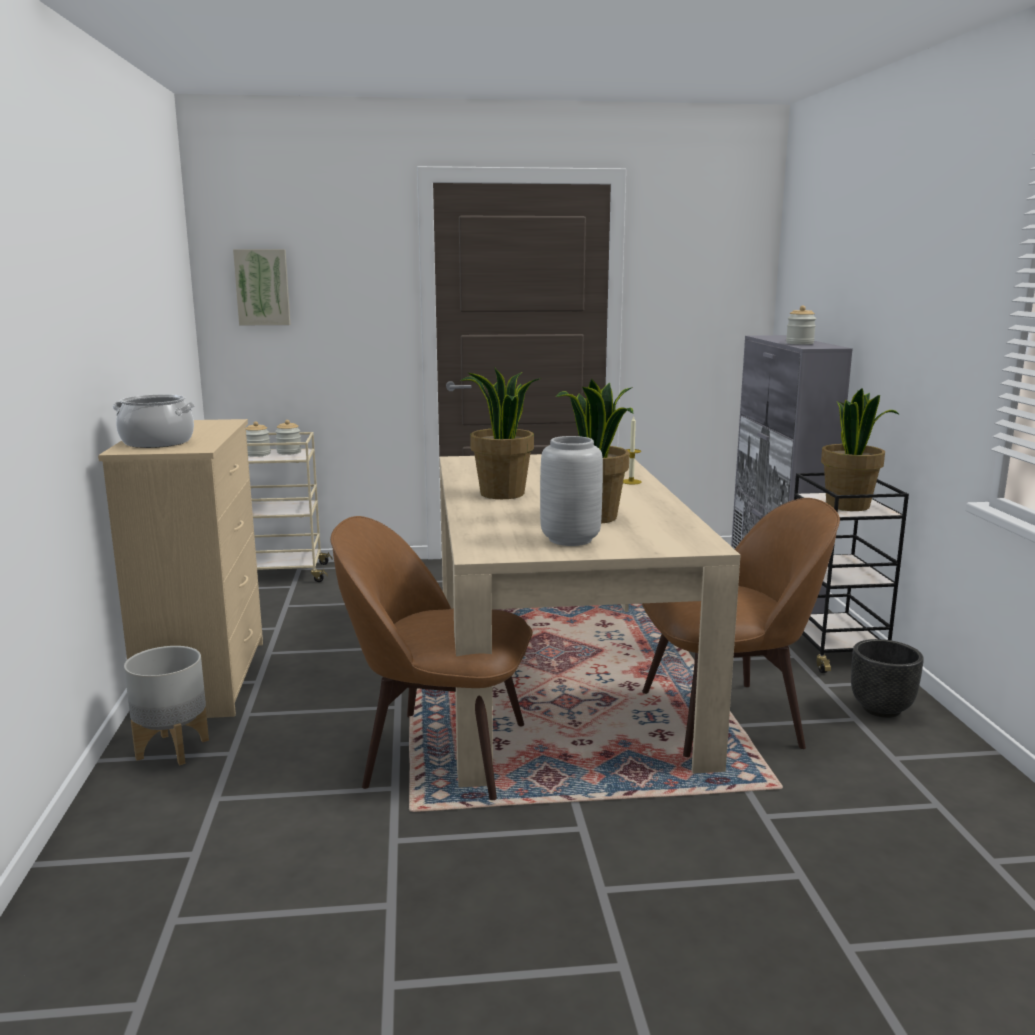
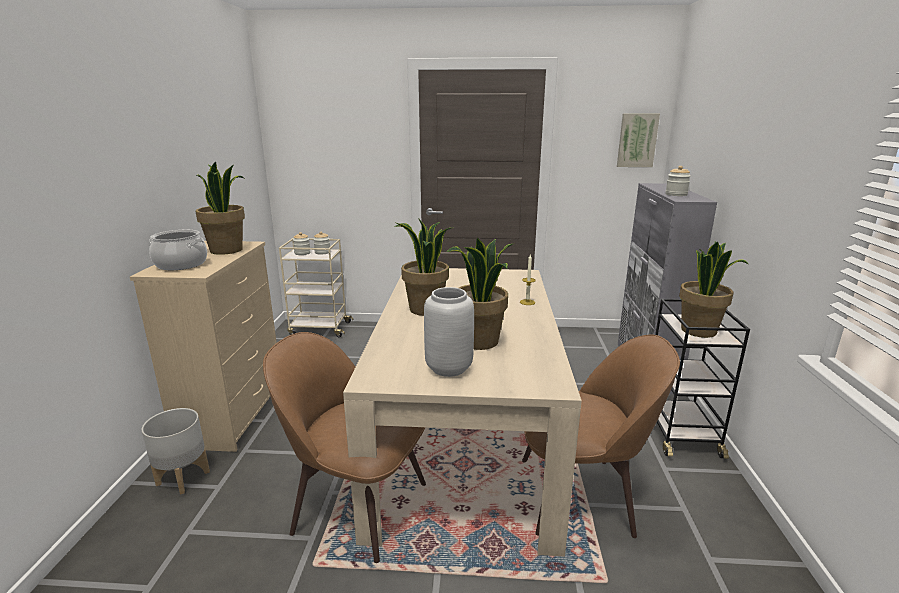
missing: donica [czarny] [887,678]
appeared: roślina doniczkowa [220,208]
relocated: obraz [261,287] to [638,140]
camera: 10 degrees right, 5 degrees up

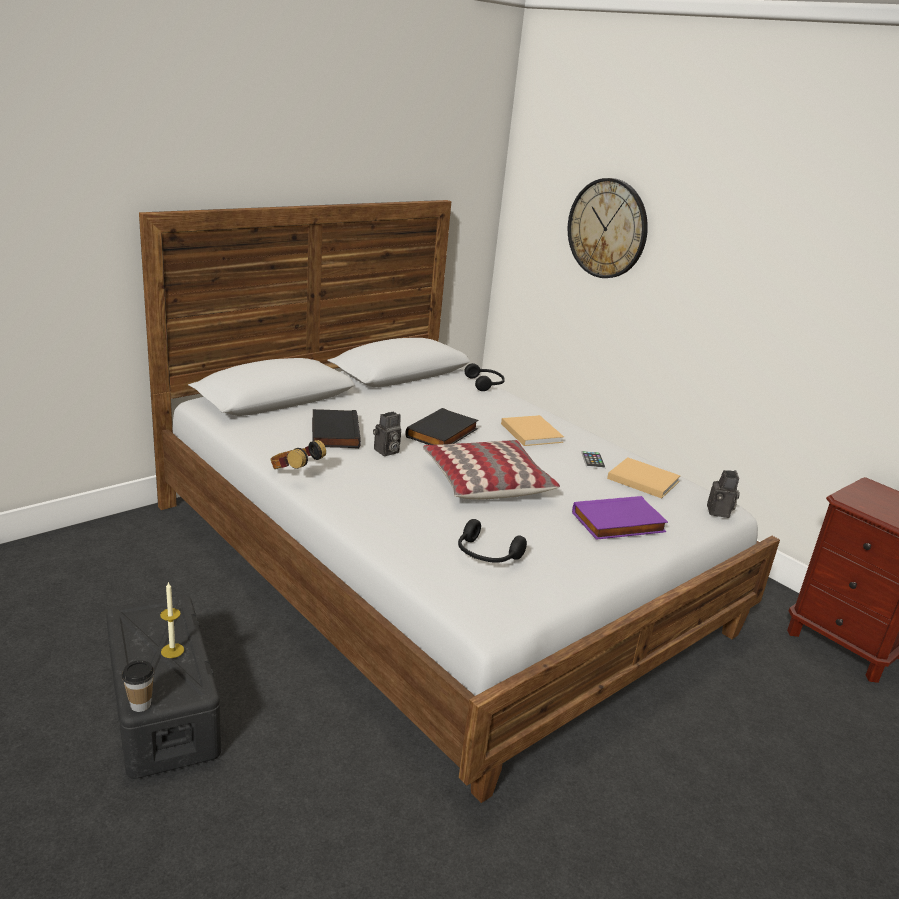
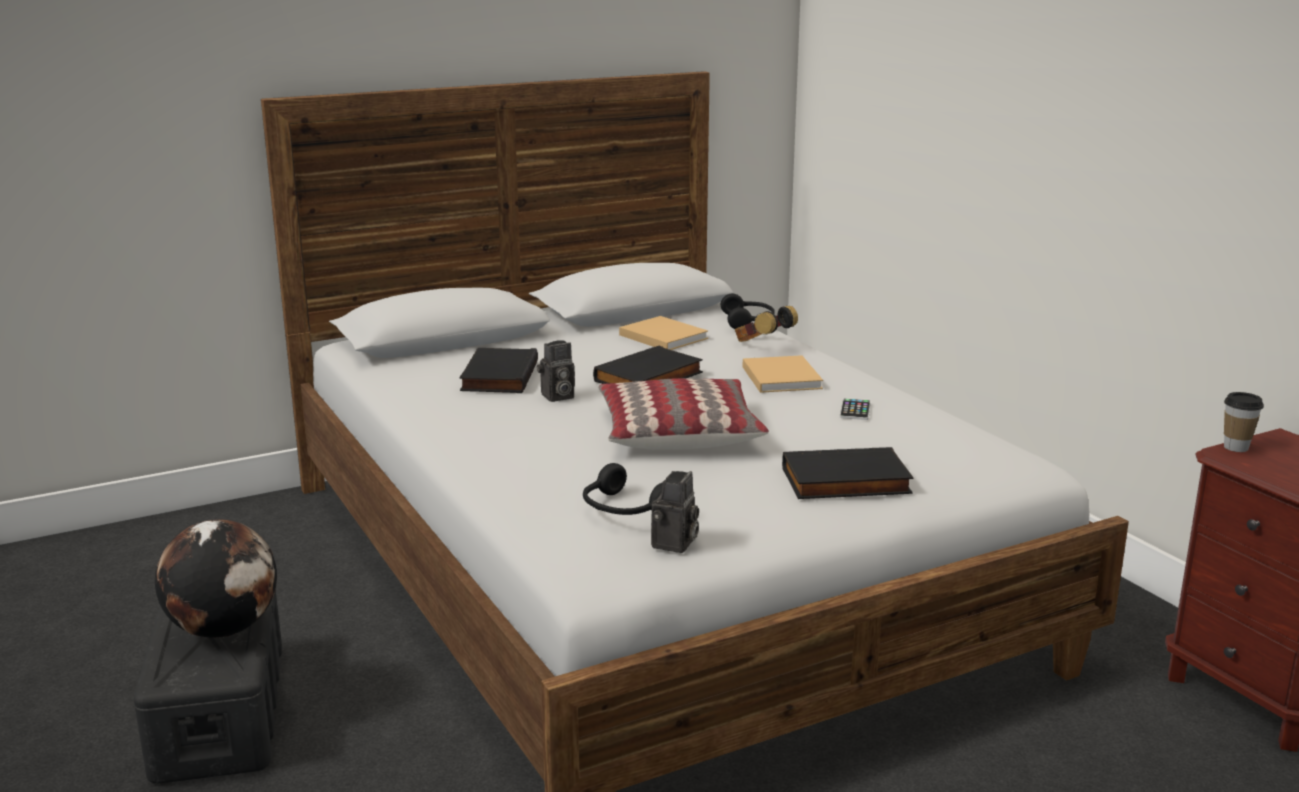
missing: zegar ścienny [608,228]
relocated: słuchawki [298,454] to [766,324]; książka [beżowy] [643,478] to [663,333]; aparat fotograficzny [723,494] to [675,512]; filiżanka [138,686] to [1244,422]
exchanged: świeca [172,620] to globus [216,578]
colour: książka [fioletowy] [620,518] to książka [czarny] [847,473]
camera: 15 degrees right, 5 degrees down

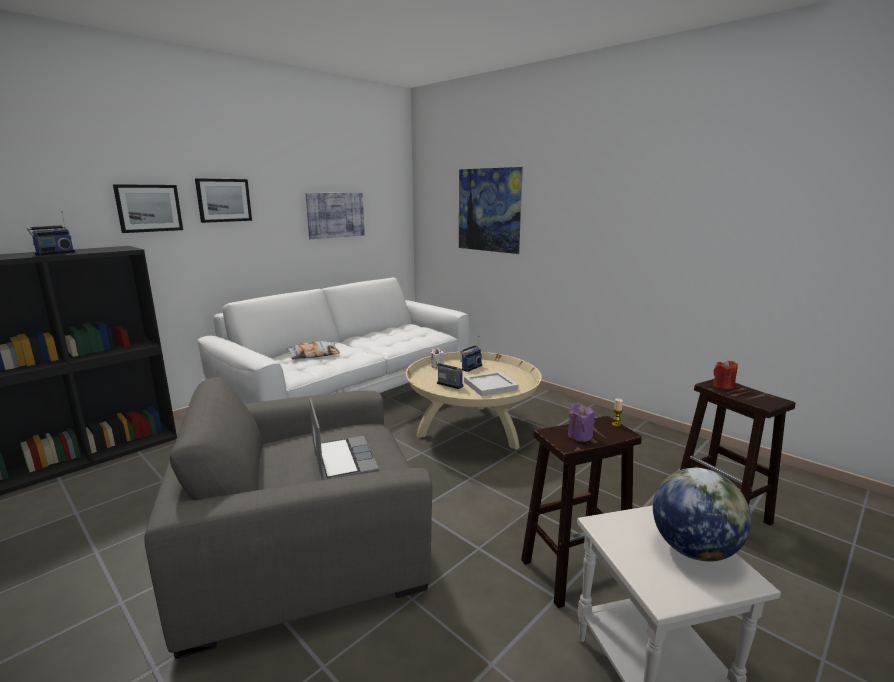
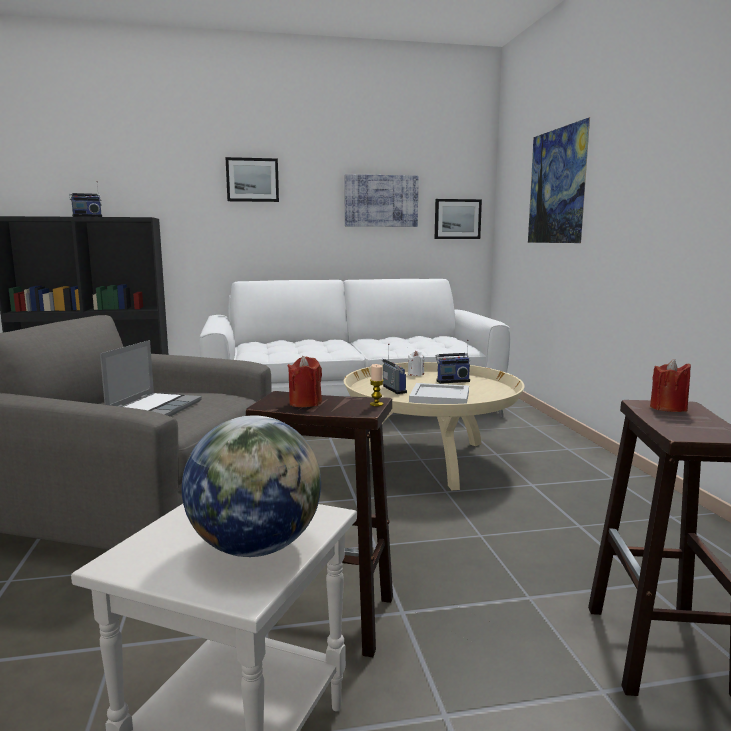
missing: poduszka [313,350]
relocated: obraz [148,208] to [458,219]
colour: świeca [fioletowy] [581,422] to świeca [czerwony] [304,381]
camera: 35 degrees right, 5 degrees down

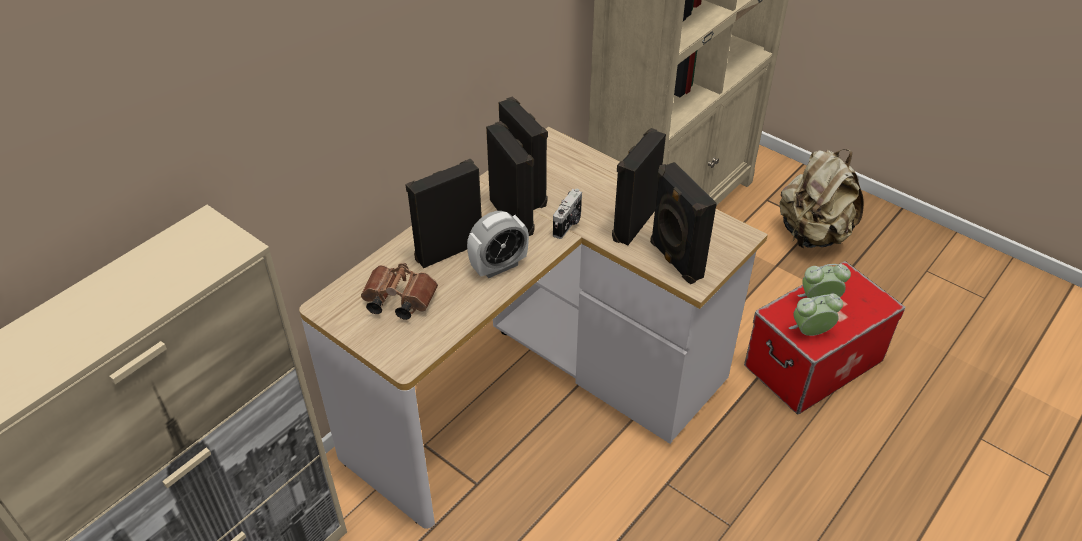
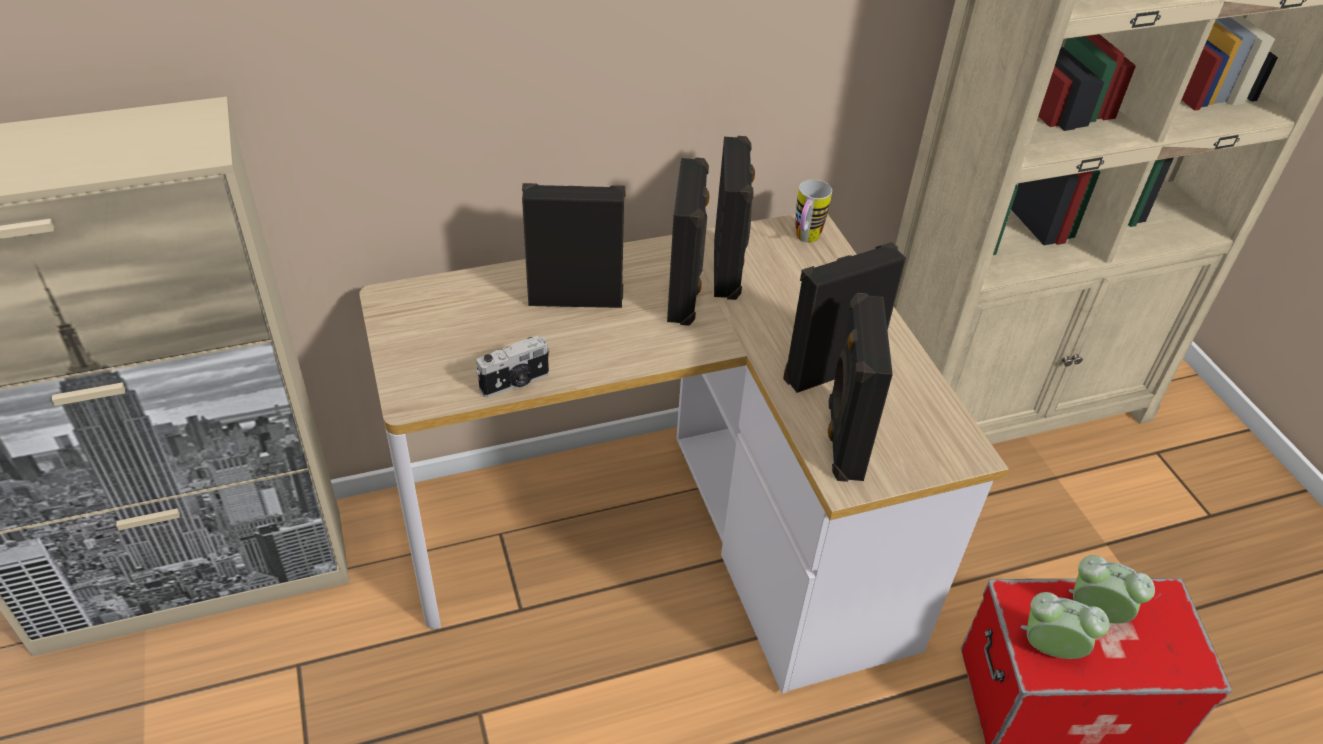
missing: plecak [beżowy] [821,198]; budzik [498,244]; lornetka [brązowy] [399,291]
appeared: kubek [814,211]
relocated: aparat fotograficzny [567,214] to [513,366]
camera: 30 degrees right, 0 degrees up

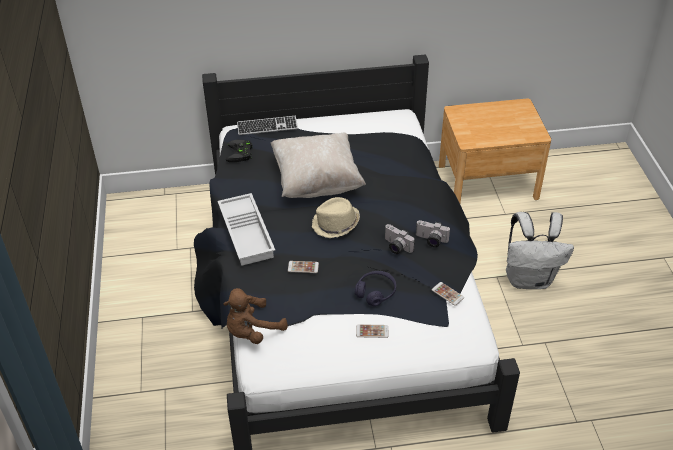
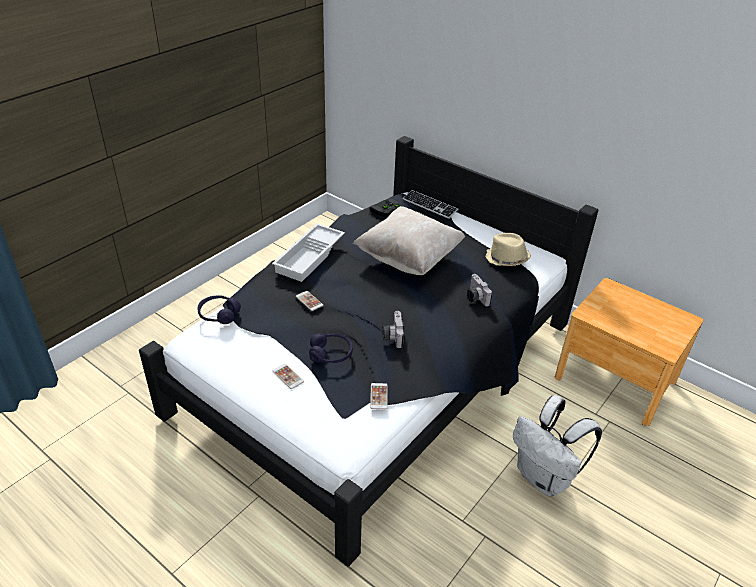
relocated: kapelusz [beżowy] [336,217] to [508,249]; aparat fotograficzny [433,233] to [480,290]
exchanged: pluszak [brązowy] [256,316] to słuchawki [fioletowy] [219,310]
camera: 45 degrees right, 5 degrees down

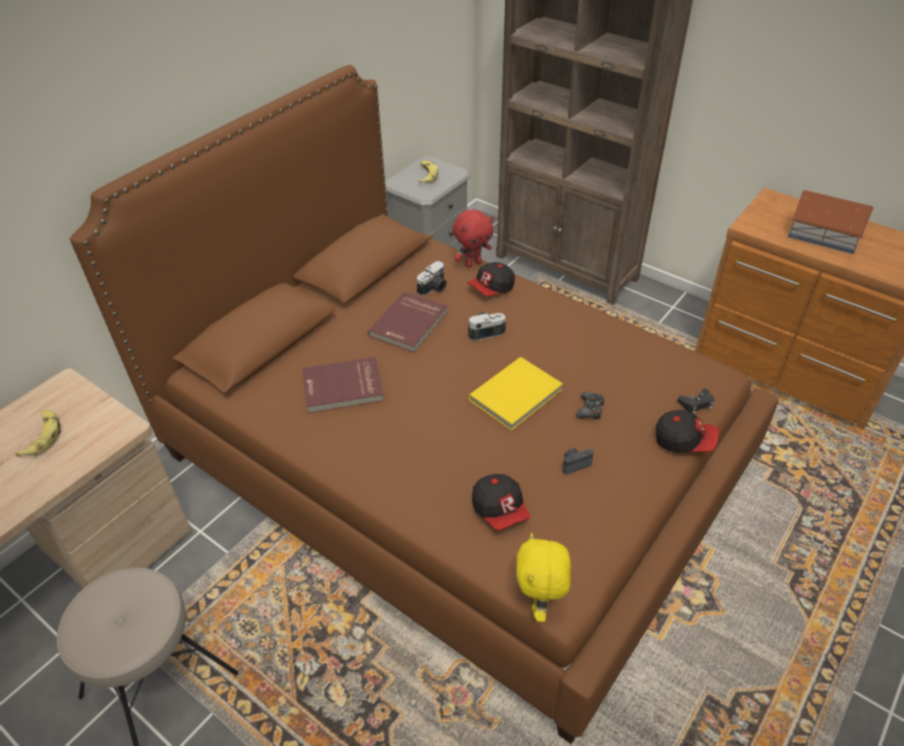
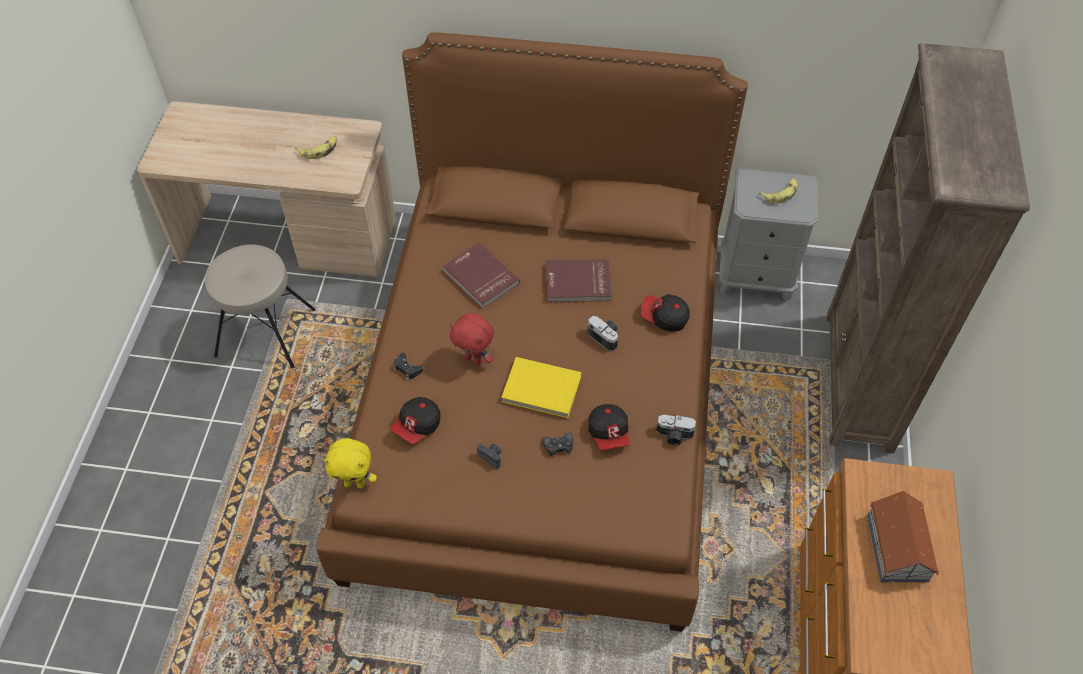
relocated: pluszak [czerwony] [473,239] to [472,339]; aparat fotograficzny [432,278] to [676,430]; pad do gier [czarny] [696,401] to [408,366]; czapka z daszkiem [687,431] to [609,427]
spun: pluszak [żółty] [543,577] = [350,463] 150 degrees counterclockwise
camera: 60 degrees right, 10 degrees up

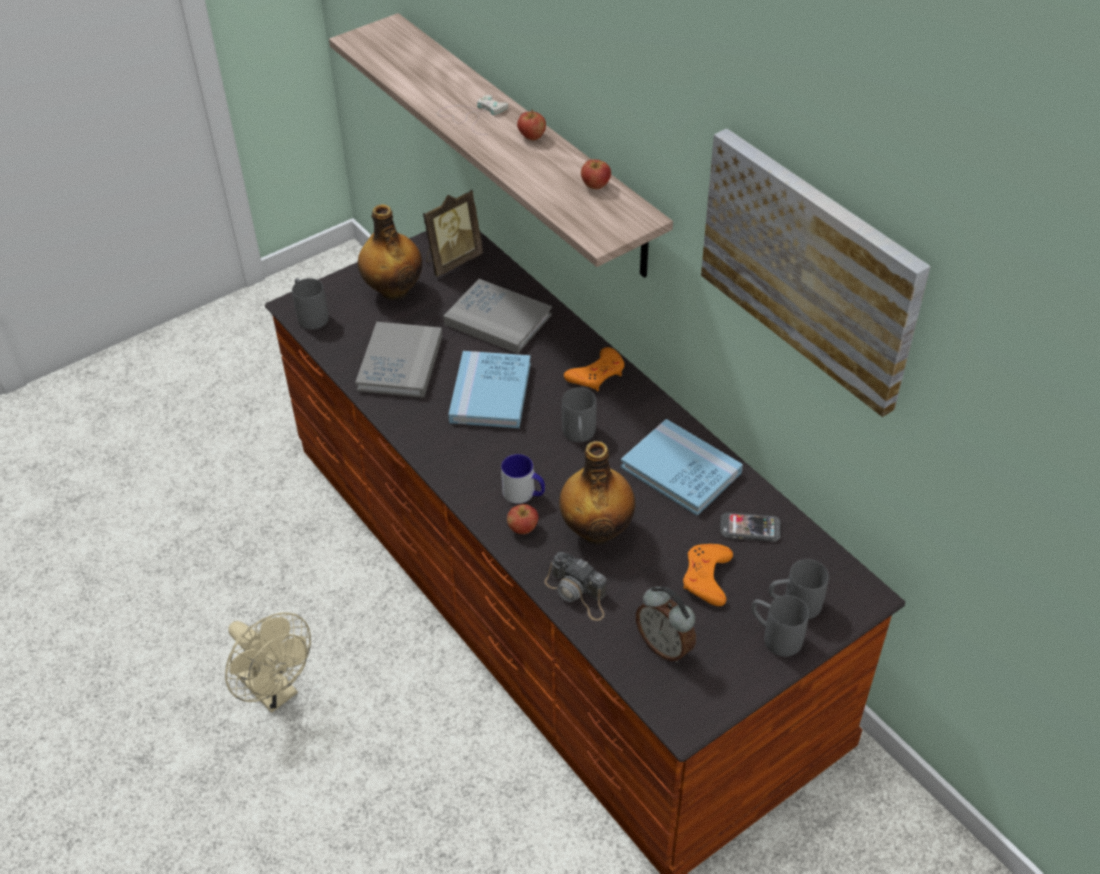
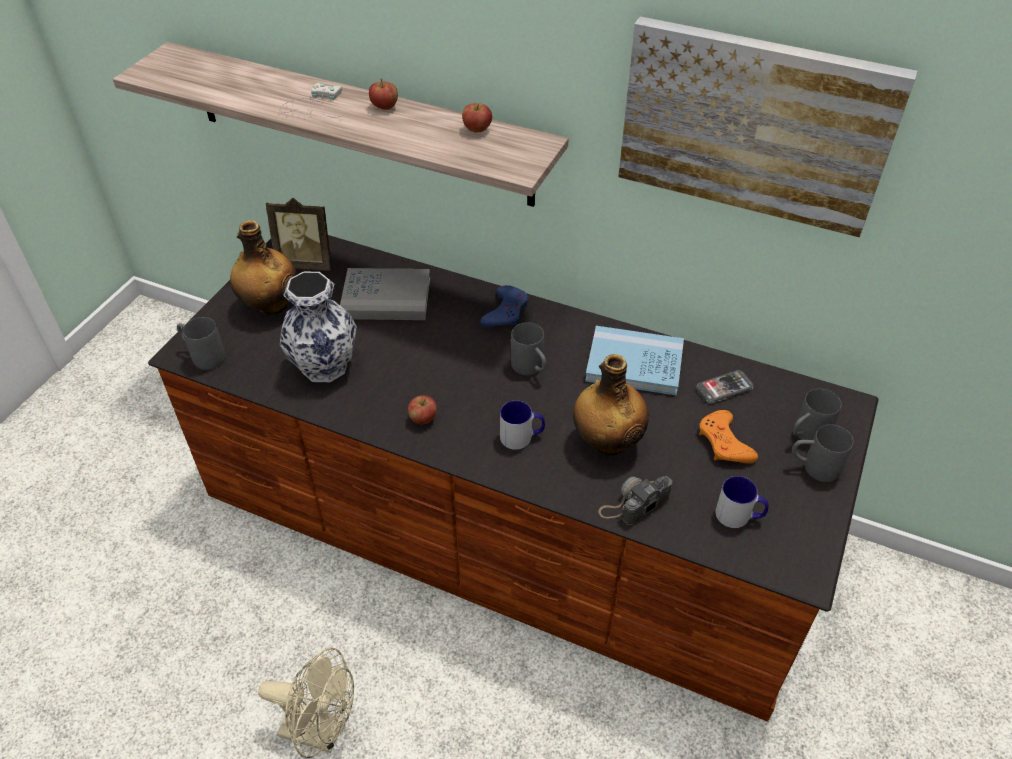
missing: książka [niebieski] [489,389]
relocated: jabłko [523,519] to [422,410]
exchanged: książka [szary] [398,360] to wazon [318,327]; budzik [666,624] to kubek [742,502]
colour: pad do gier [pomarańczowy] [594,369] to pad do gier [niebieski] [504,306]
spun: ramka na zdjęcie [453,233] = [299,234] 75 degrees clockwise; aparat fotograficzny [575,586] = [635,500] 135 degrees clockwise
camera: 30 degrees left, 0 degrees up

